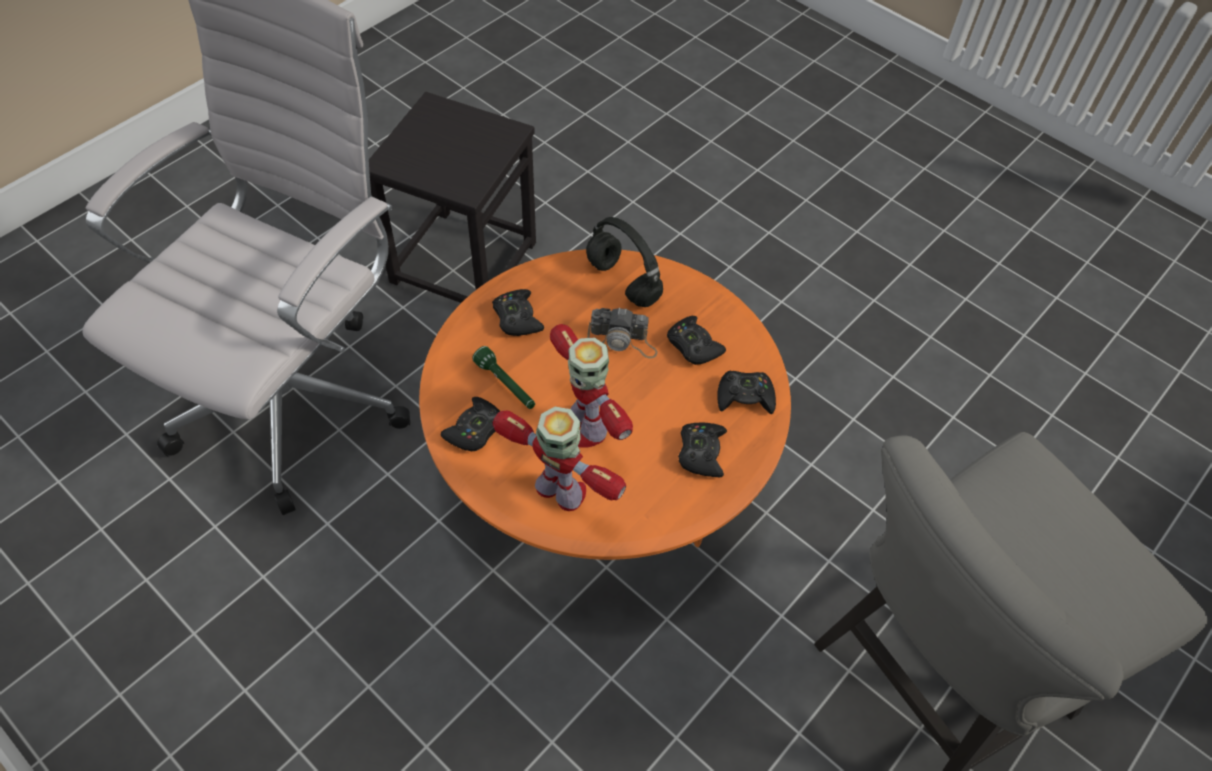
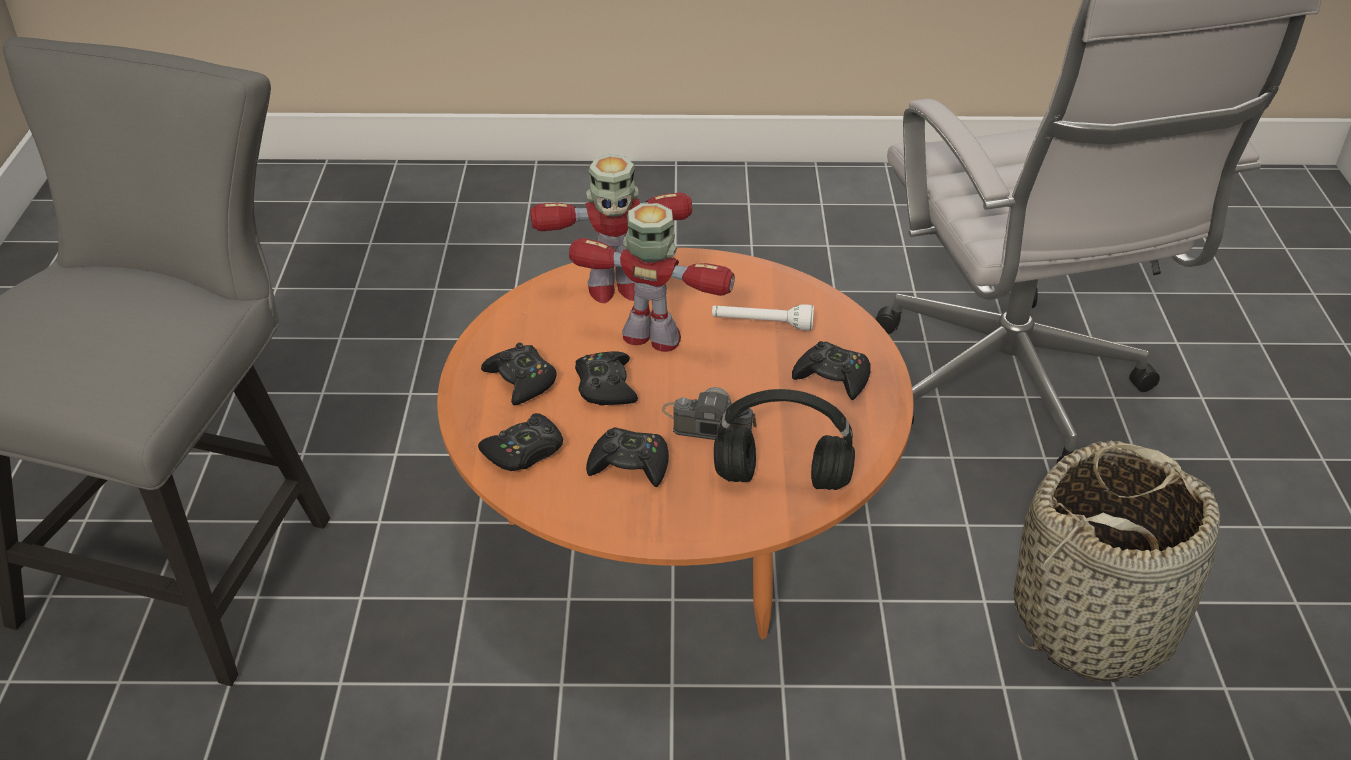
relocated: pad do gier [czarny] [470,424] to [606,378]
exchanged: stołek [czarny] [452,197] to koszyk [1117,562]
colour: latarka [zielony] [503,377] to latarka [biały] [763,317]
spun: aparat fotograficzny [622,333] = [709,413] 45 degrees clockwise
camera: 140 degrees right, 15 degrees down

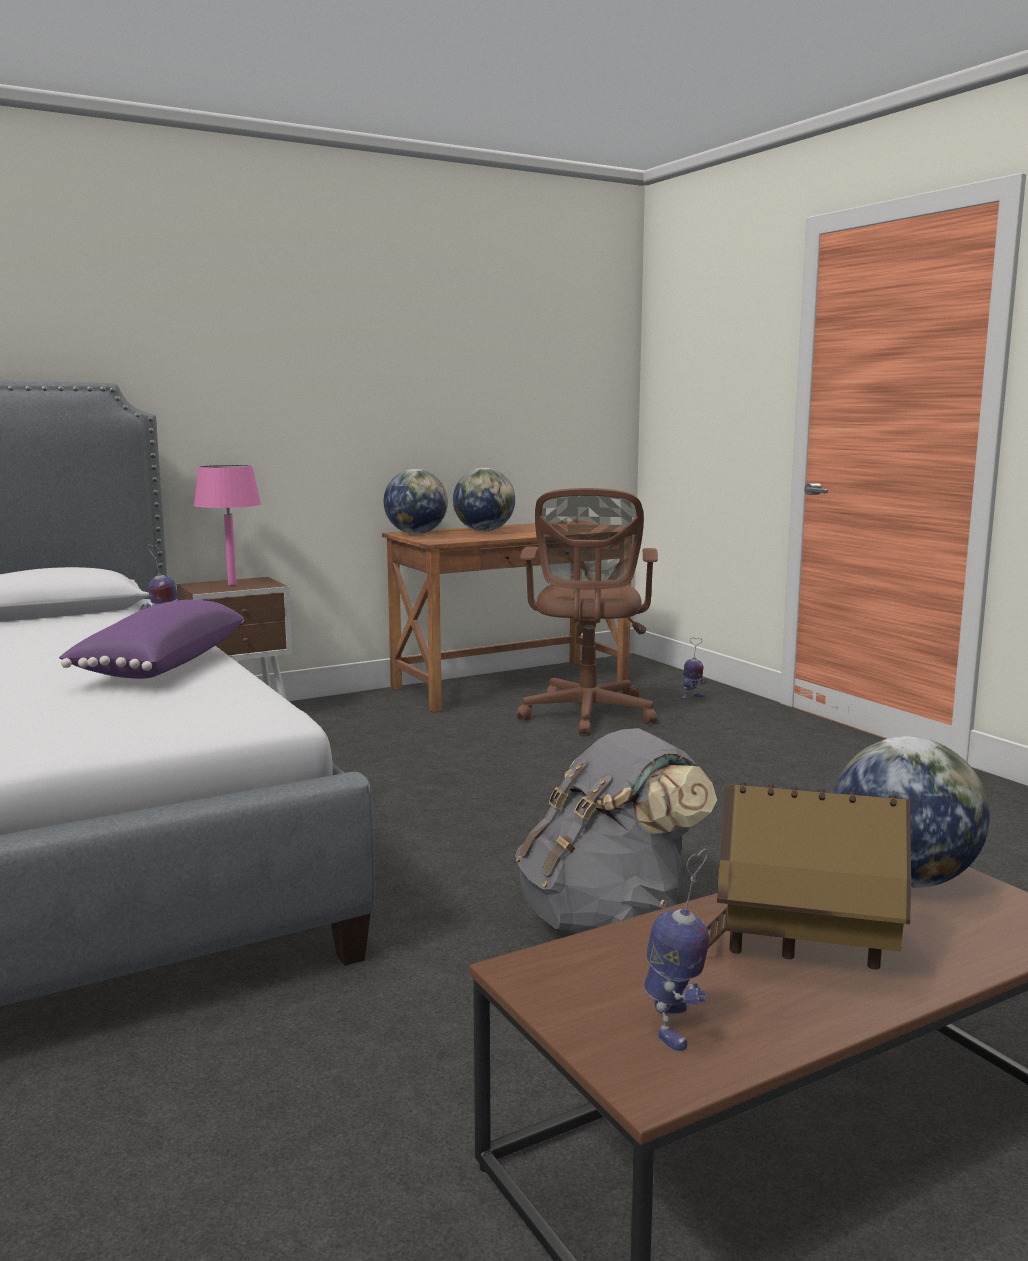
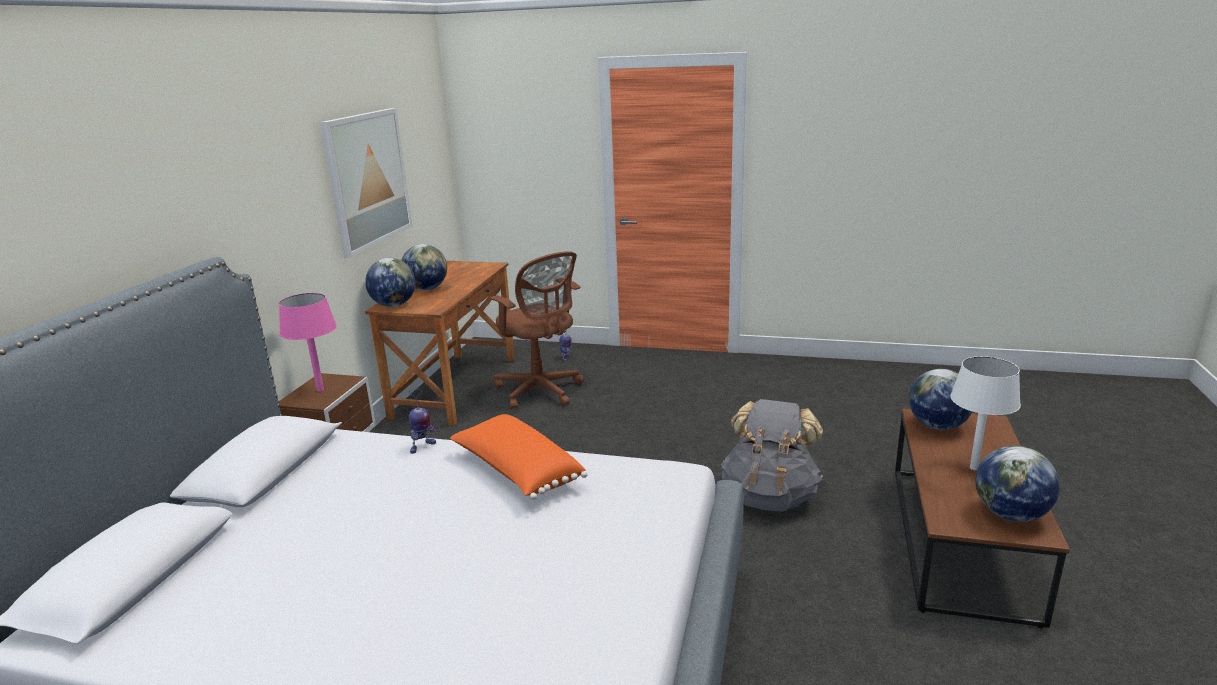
appeared: obraz [366,183]
exchanged: domek [809,876] to lampa stołowa [biały] [985,413]; robot zabawkowy [676,950] to globus [1017,484]
colour: poduszka [fioletowy] [151,639] to poduszka [pomarańczowy] [519,457]
camera: 45 degrees left, 10 degrees up

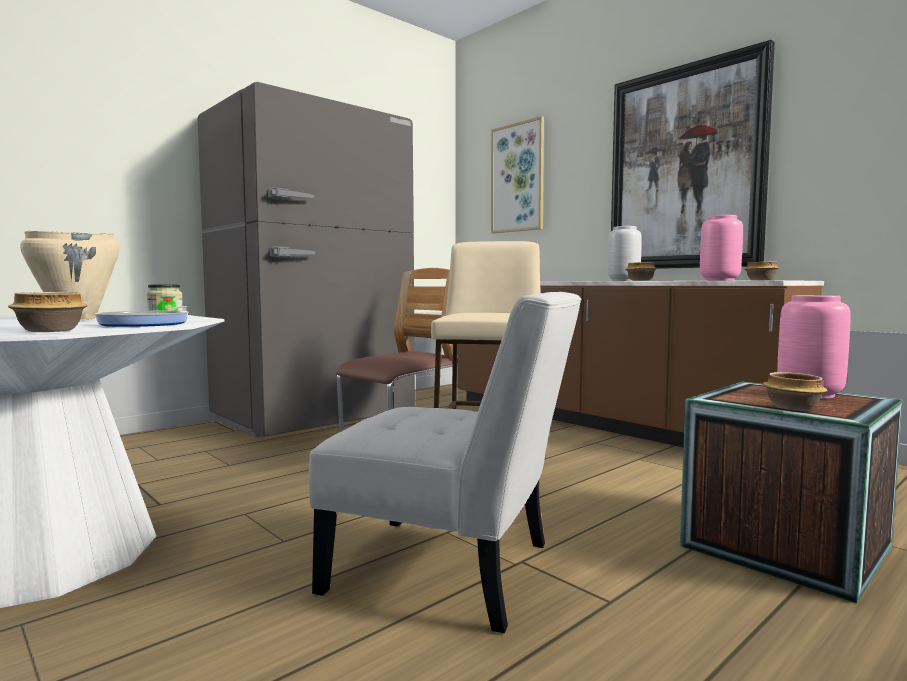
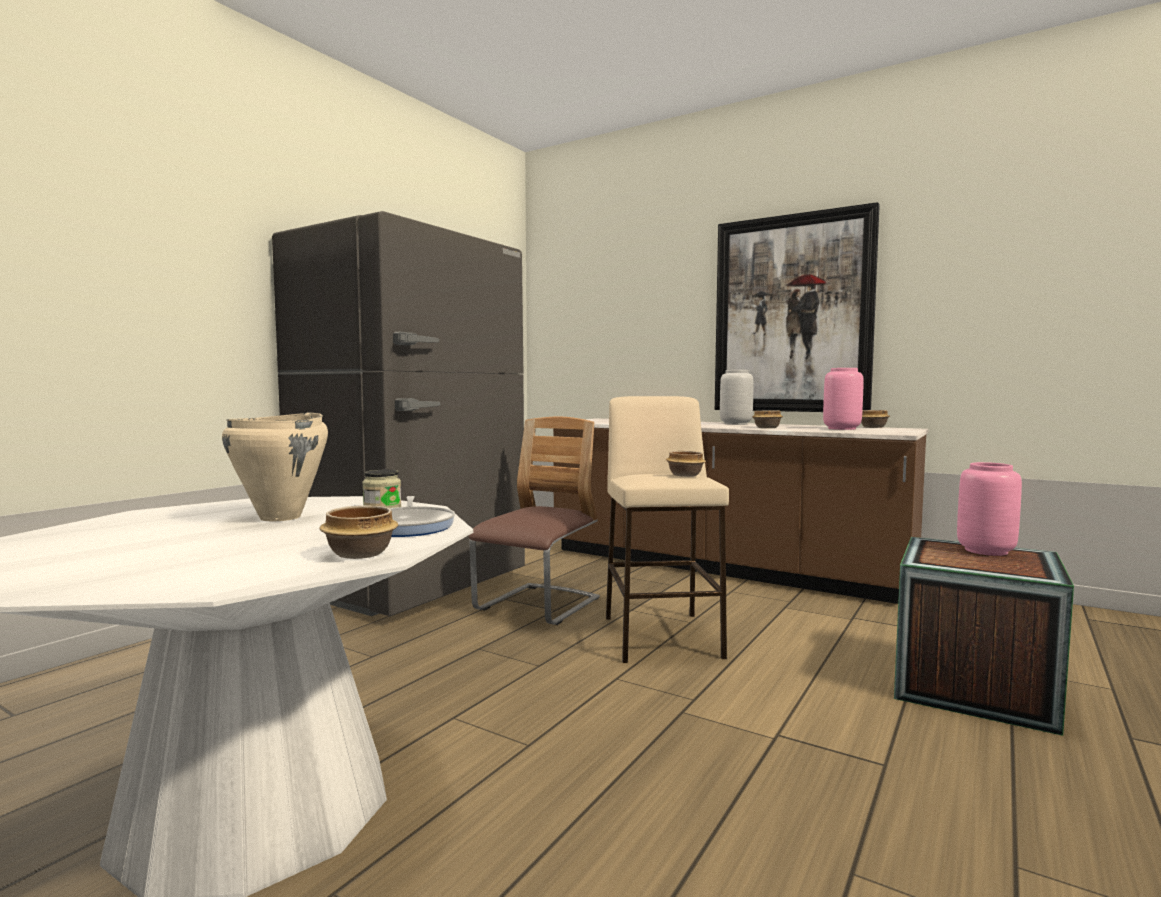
missing: obraz [517,174]; krzesło [biały] [445,462]
relocated: miska [795,391] to [686,464]
camera: 15 degrees left, 0 degrees up

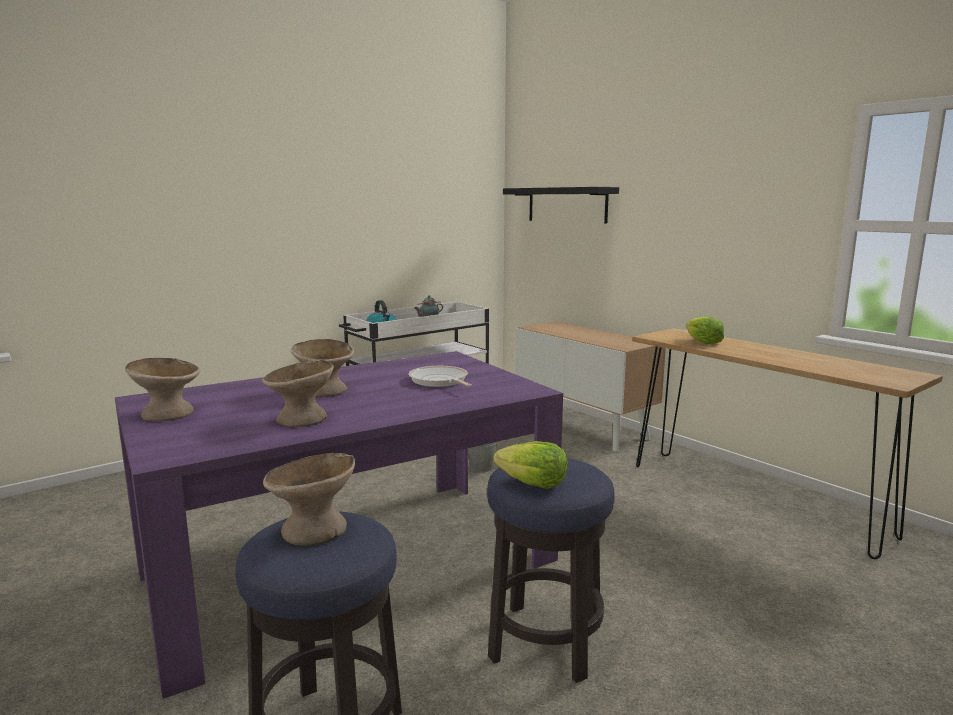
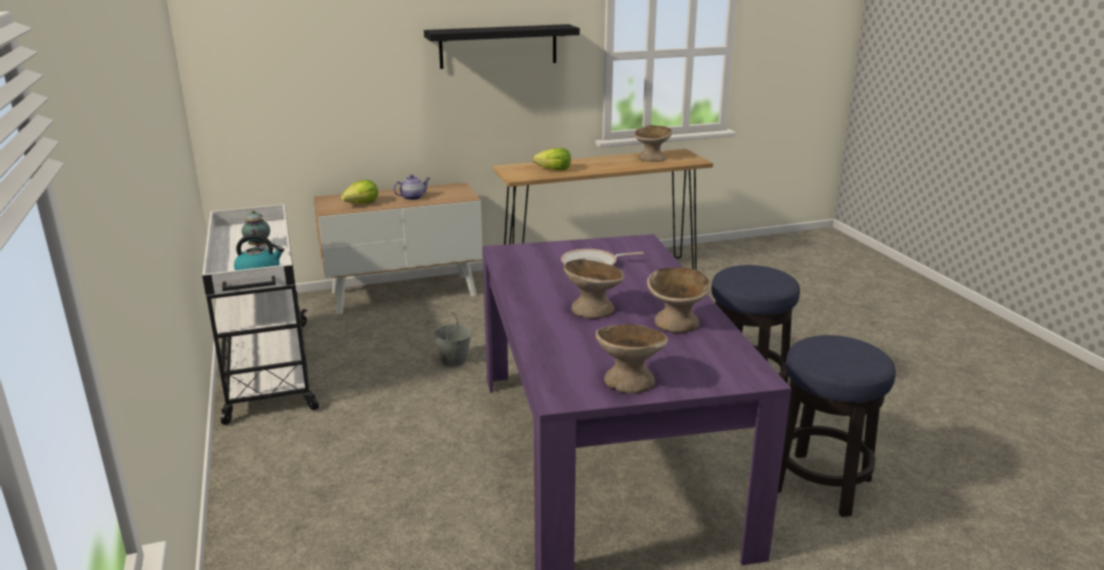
appeared: imbryk [411,187]
relocated: półka [czarny] [561,205] to [502,46]; sałata [530,465] to [359,192]; miska [beżowy] [309,499] to [653,143]
camera: 70 degrees left, 10 degrees up

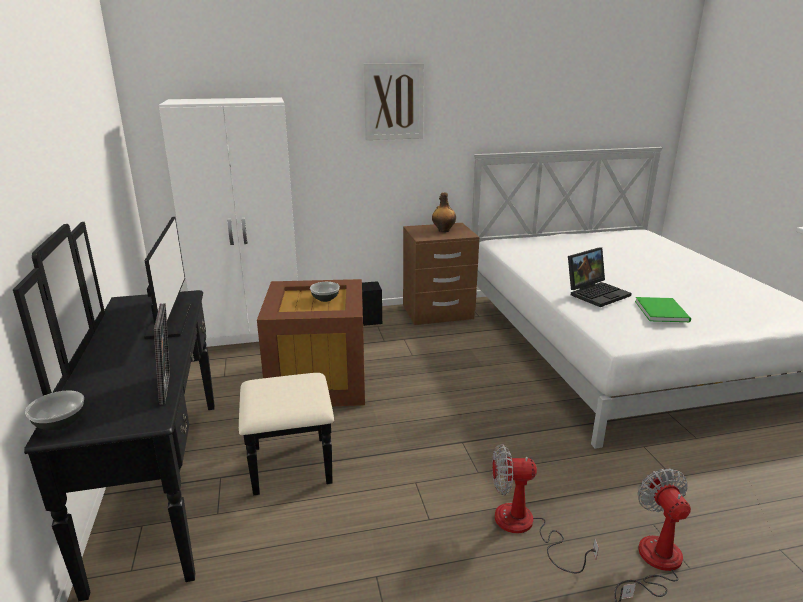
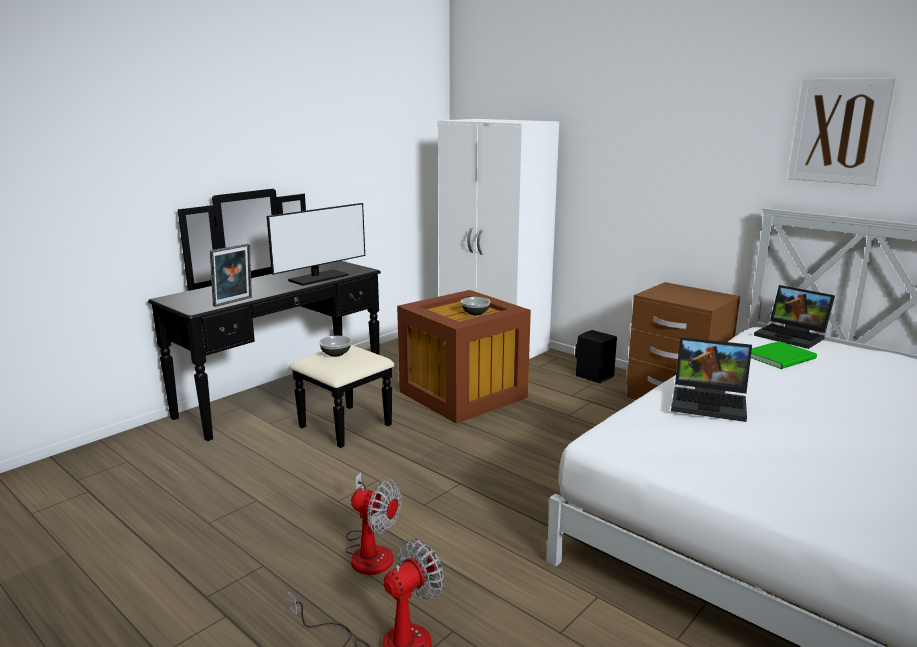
missing: butelka [444,212]
appeared: laptop [794,317]
relocated: obraz [394,101] to [842,132]; książka [zielony] [663,309] to [784,355]; miska [54,410] to [335,346]
spun: wentylator [545,508] = [373,523] 150 degrees clockwise
camera: 55 degrees right, 5 degrees down

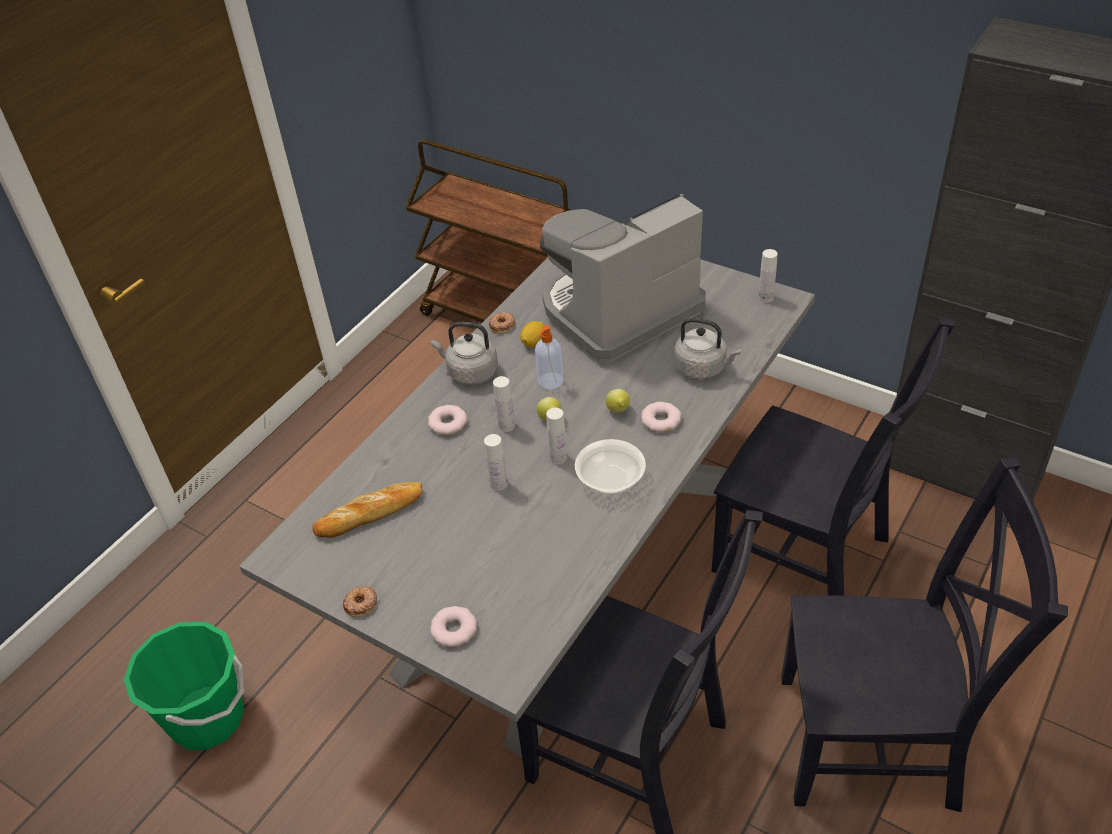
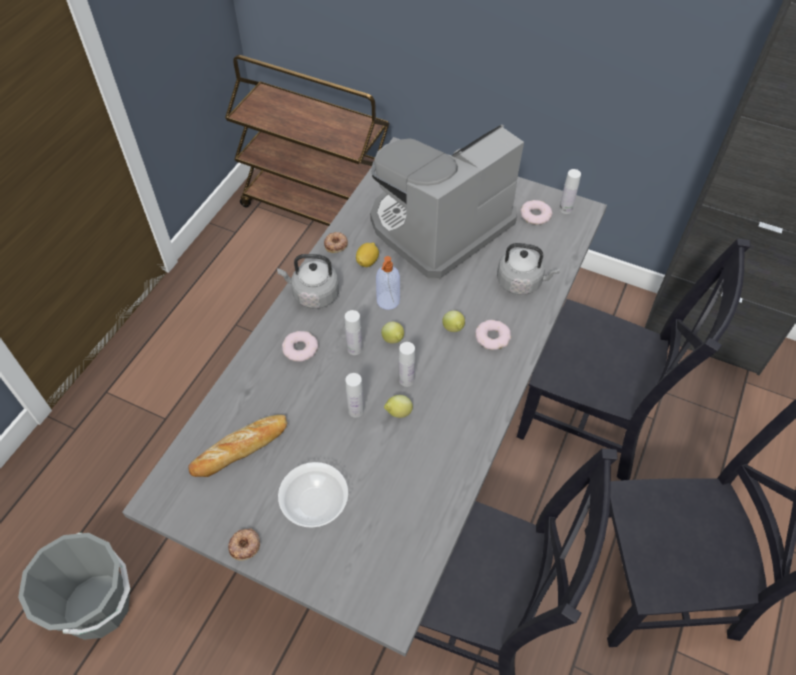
appeared: cytryna [398,406]
relocated: miska [610,466] to [313,494]; donut [453,626] to [536,212]
colour: wiadro [zielony] [184,686] to wiadro [szary] [74,586]
camera: 10 degrees left, 10 degrees up

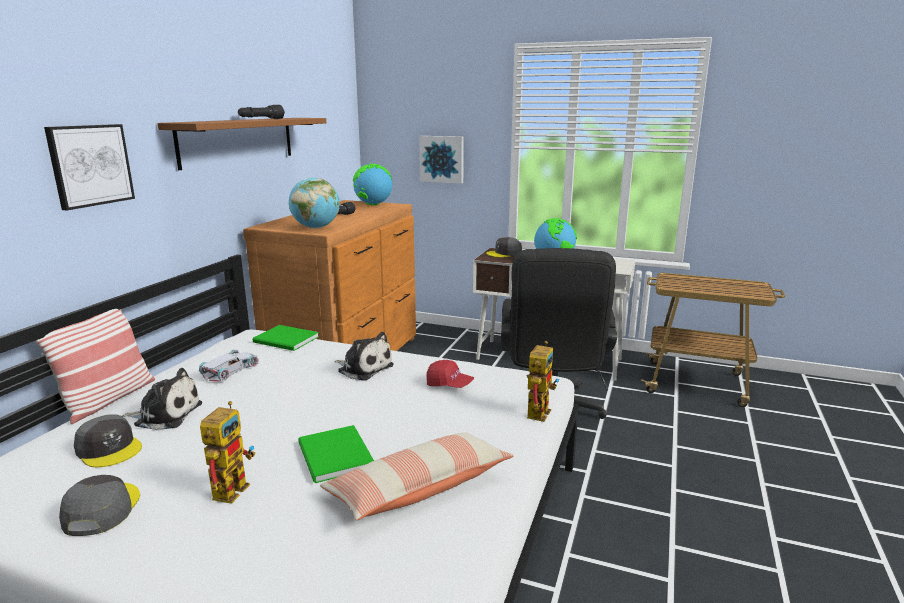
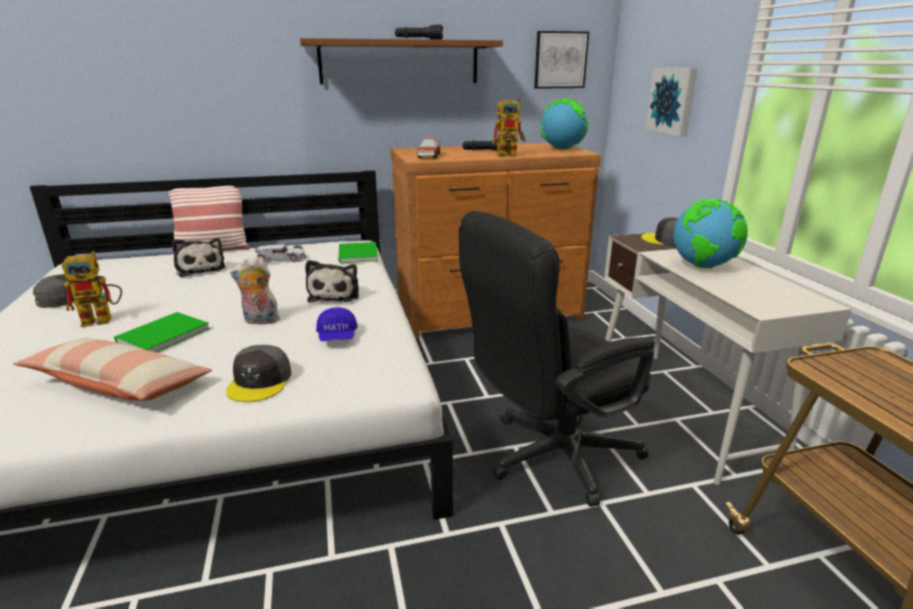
appeared: pluszak [255,290]
relocated: obraz [89,167] to [561,60]; robot zabawkowy [542,381] to [509,127]; czapka z daszkiem [szary] [108,440] to [258,373]
exchanged: globus [314,203] to samochodzik [428,148]
colour: czapka z daszkiem [czerwony] [450,374] to czapka z daszkiem [niebieski] [337,324]
camera: 55 degrees right, 5 degrees up

